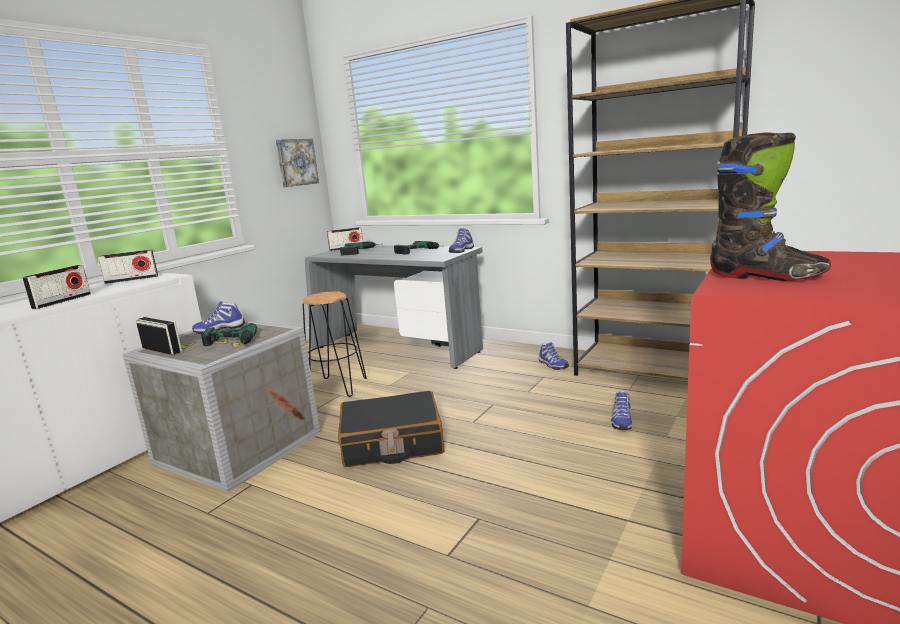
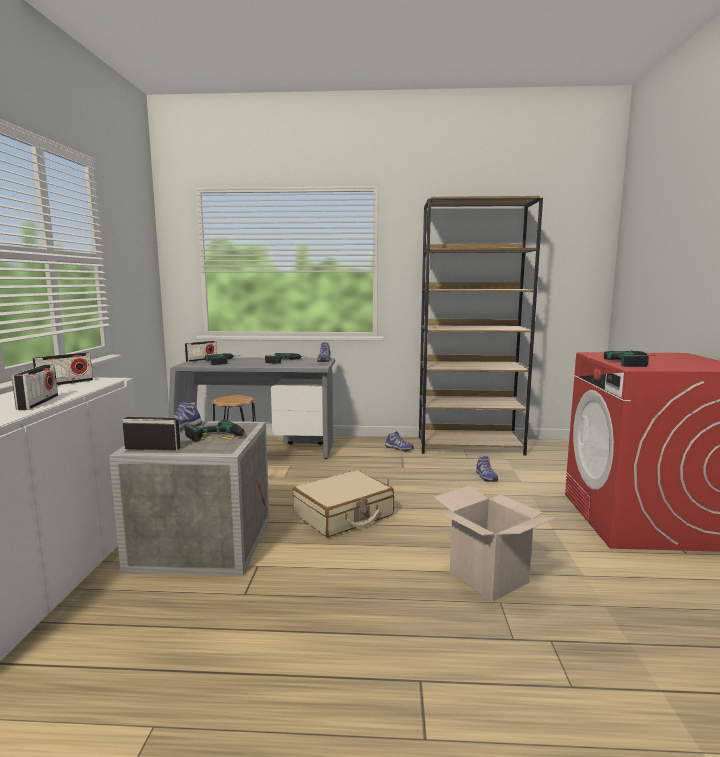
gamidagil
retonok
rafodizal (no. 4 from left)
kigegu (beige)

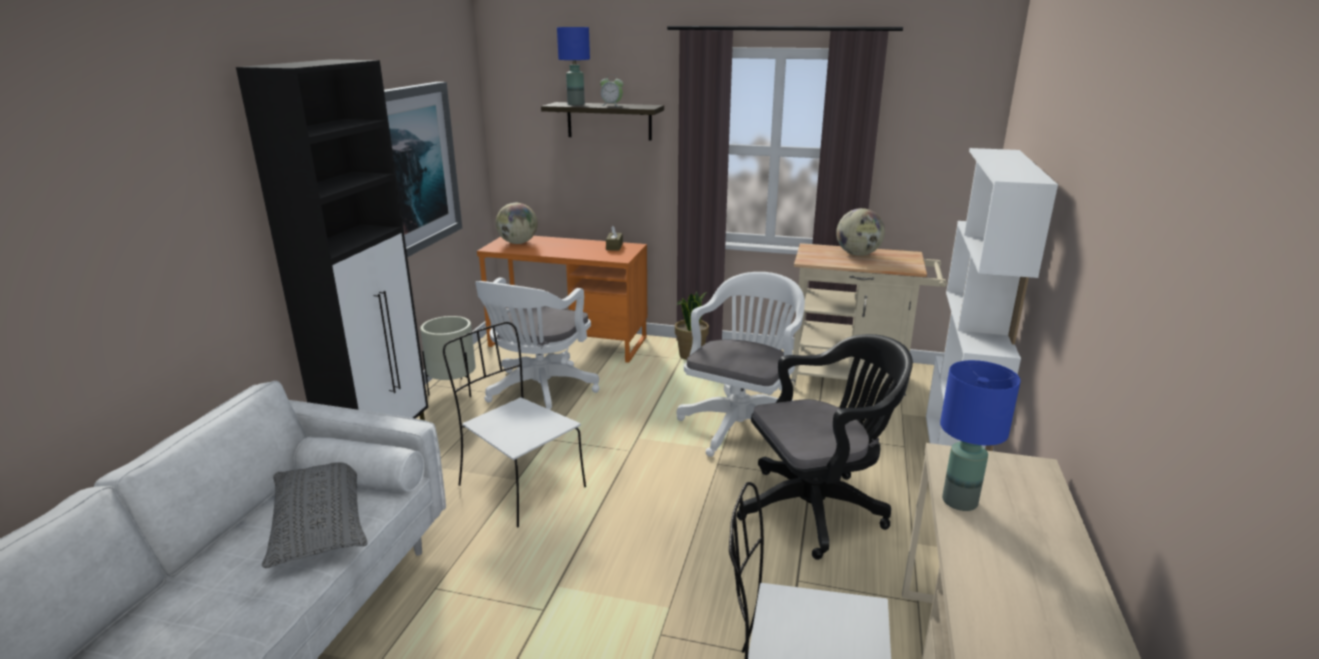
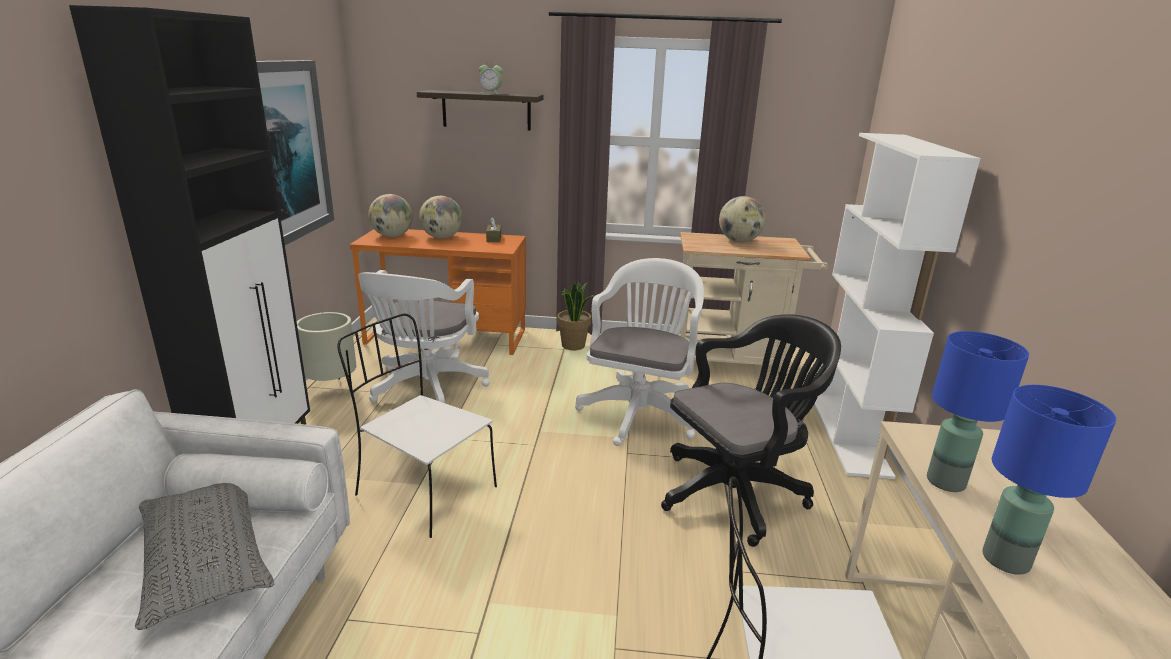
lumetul (no. 2 from left)
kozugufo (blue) (no. 2 from left)

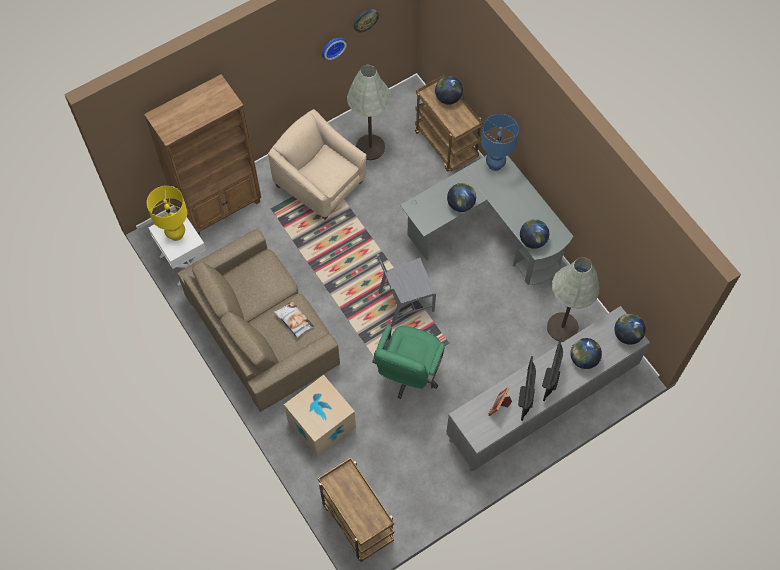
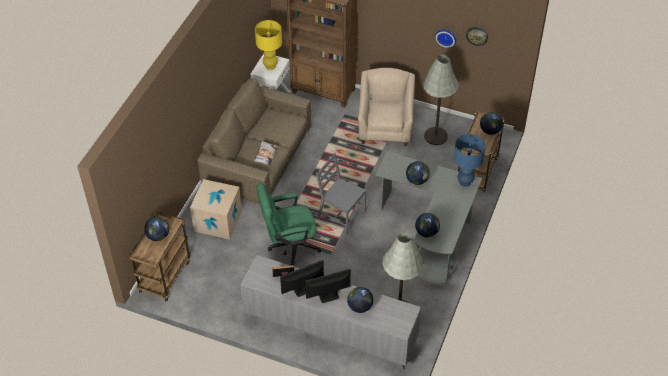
lumetul (no. 1 from left)

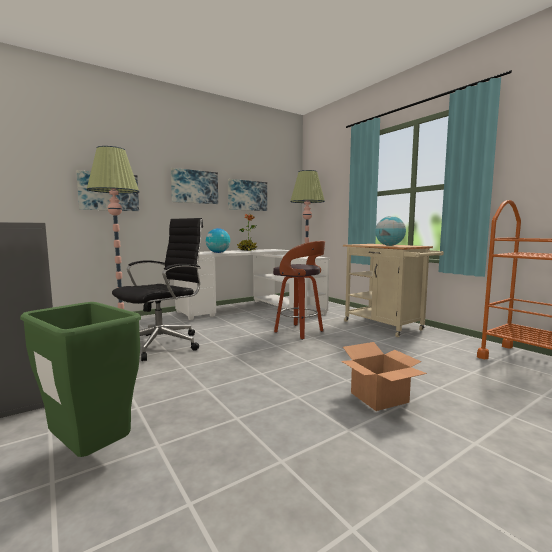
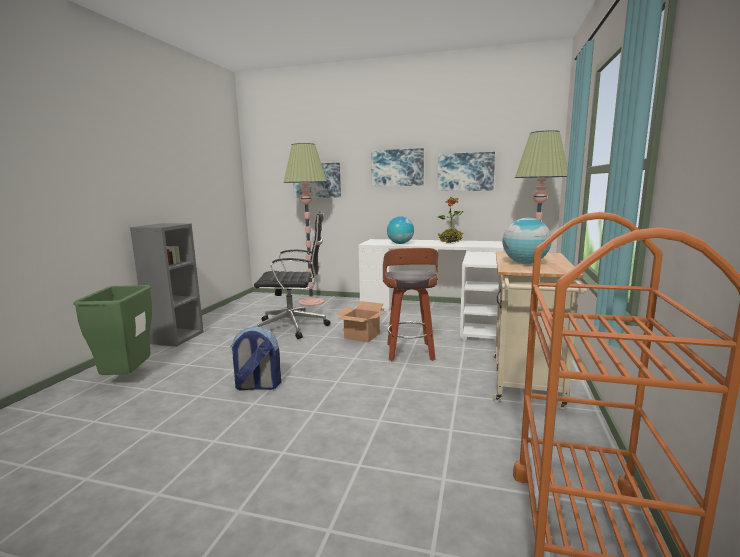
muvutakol
retonok

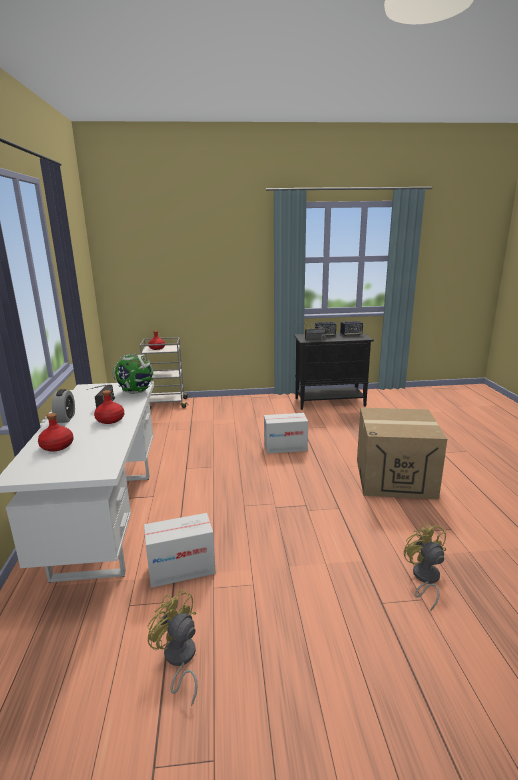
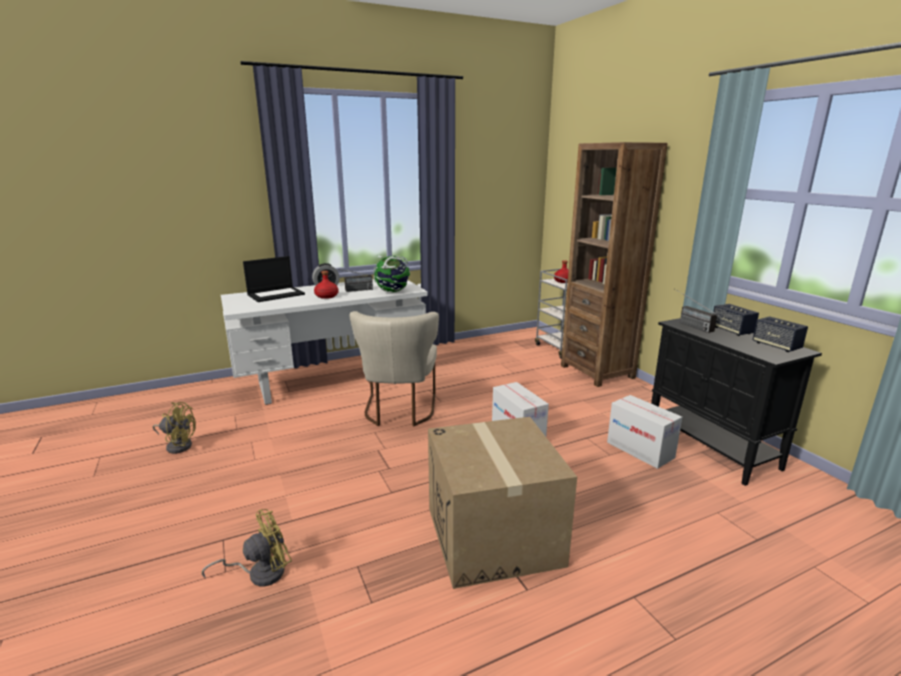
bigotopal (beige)
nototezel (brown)
retonok (no. 3 from left)
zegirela
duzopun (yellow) (no. 1 from left)

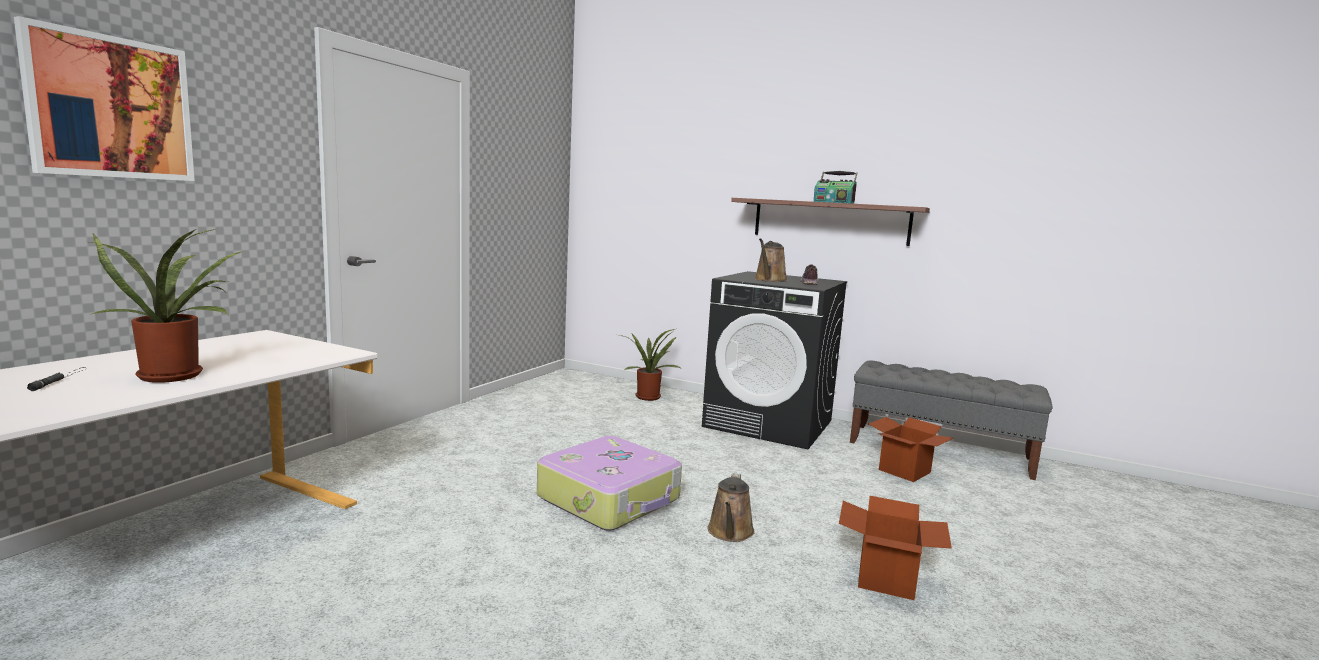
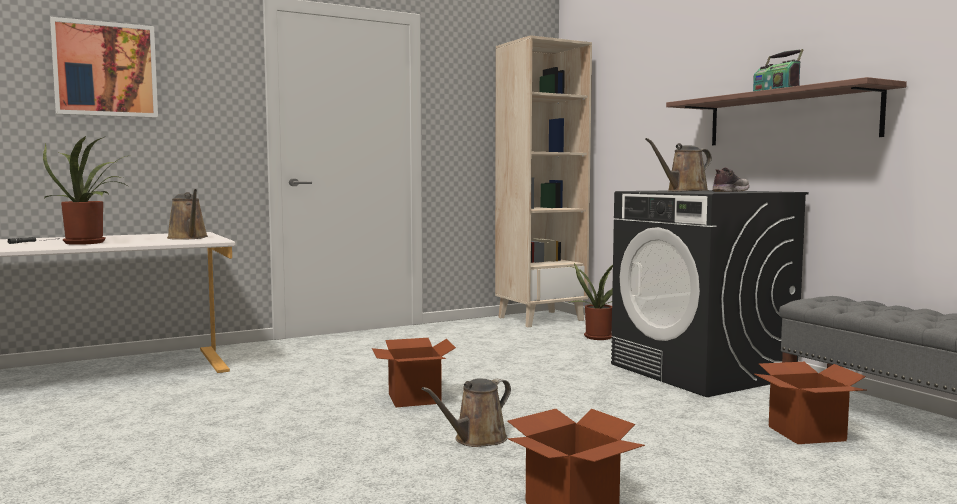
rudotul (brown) (no. 1 from left)
nototezel (beige)
retonok (no. 1 from left)

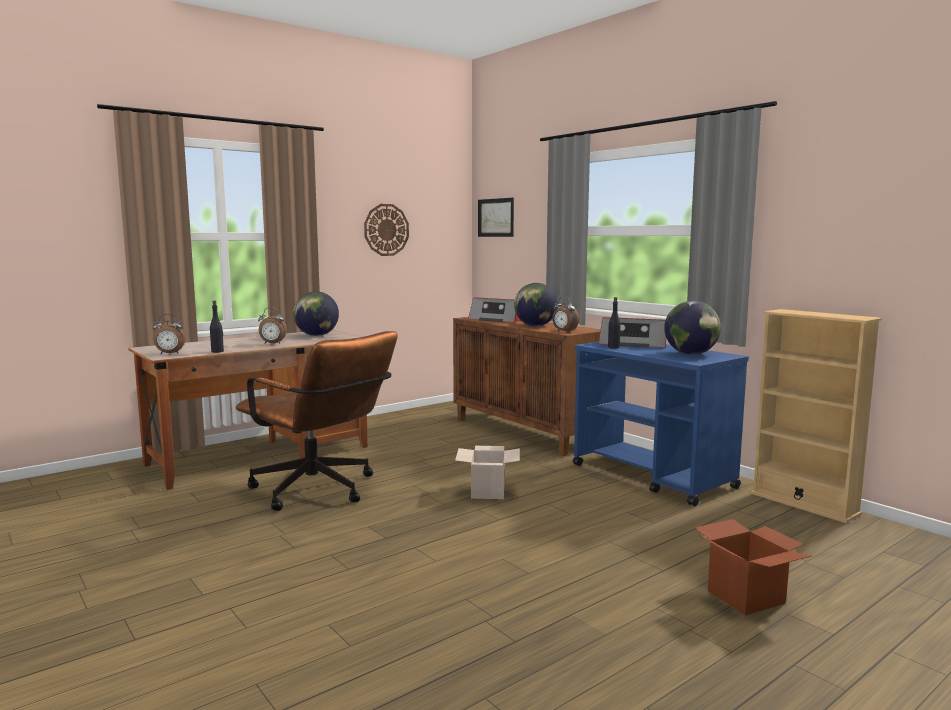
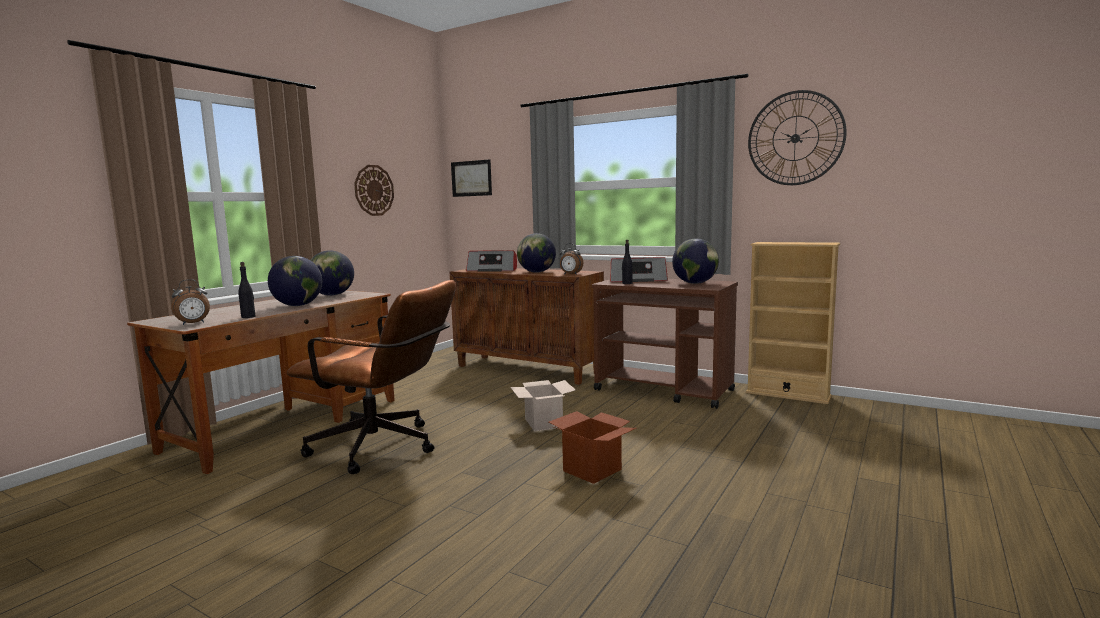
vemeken (no. 2 from left)
retonok (no. 2 from left)
lumetul (no. 1 from left)
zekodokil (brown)

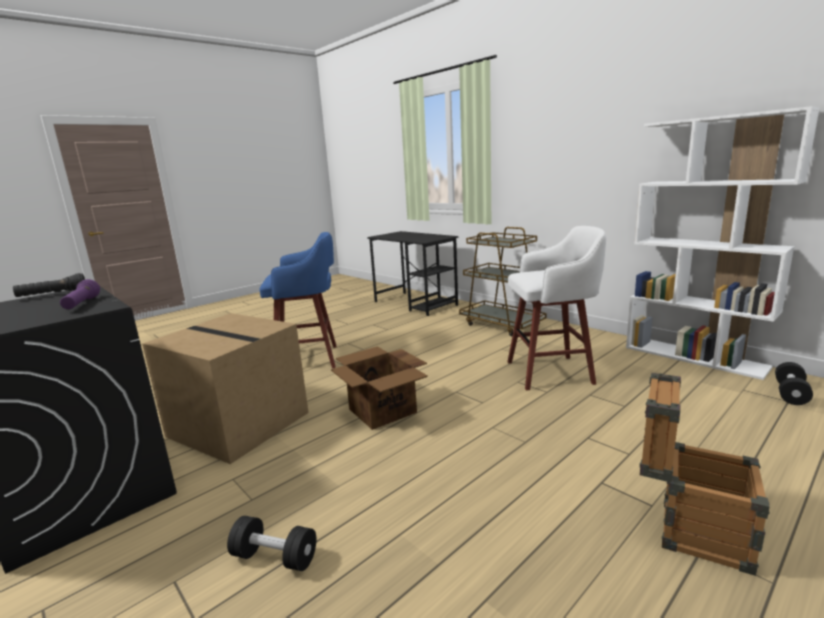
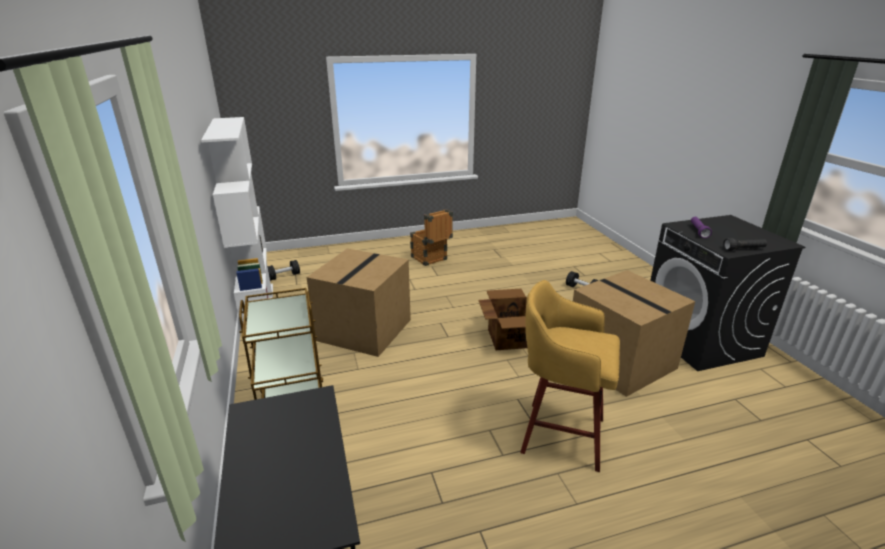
retonok (no. 1 from left)
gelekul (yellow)

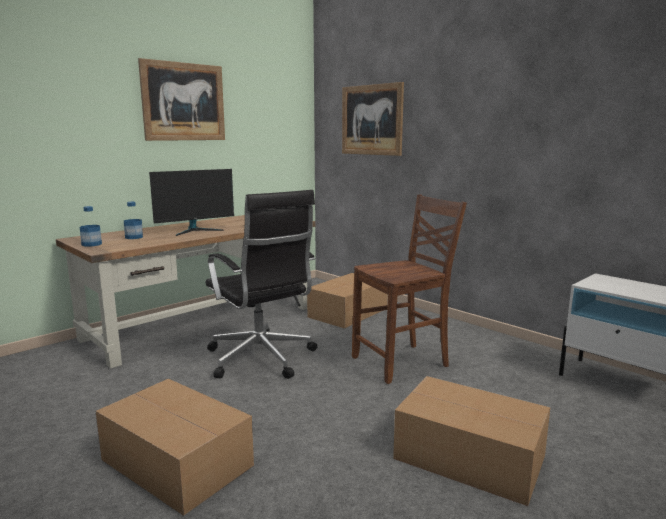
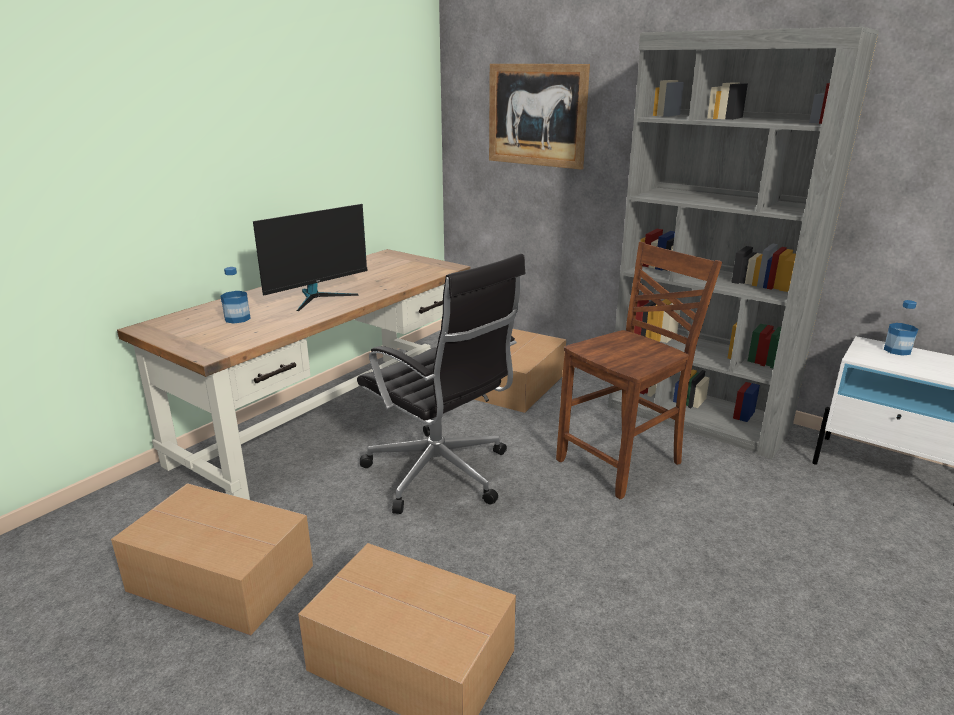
gamidagil (no. 1 from left in the first image)
nototezel (grey)
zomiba (no. 2 from left)
retonok (no. 1 from left)

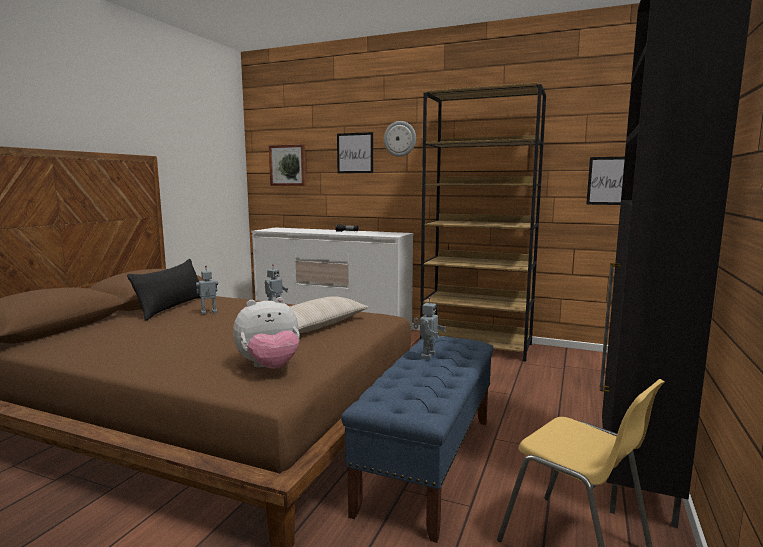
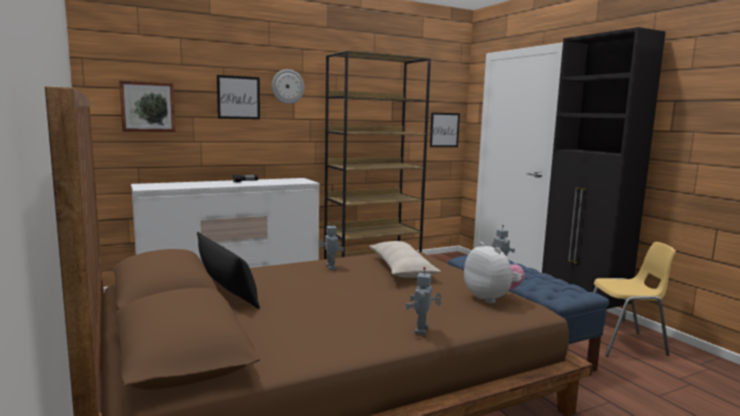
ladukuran (no. 2 from left)
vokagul

